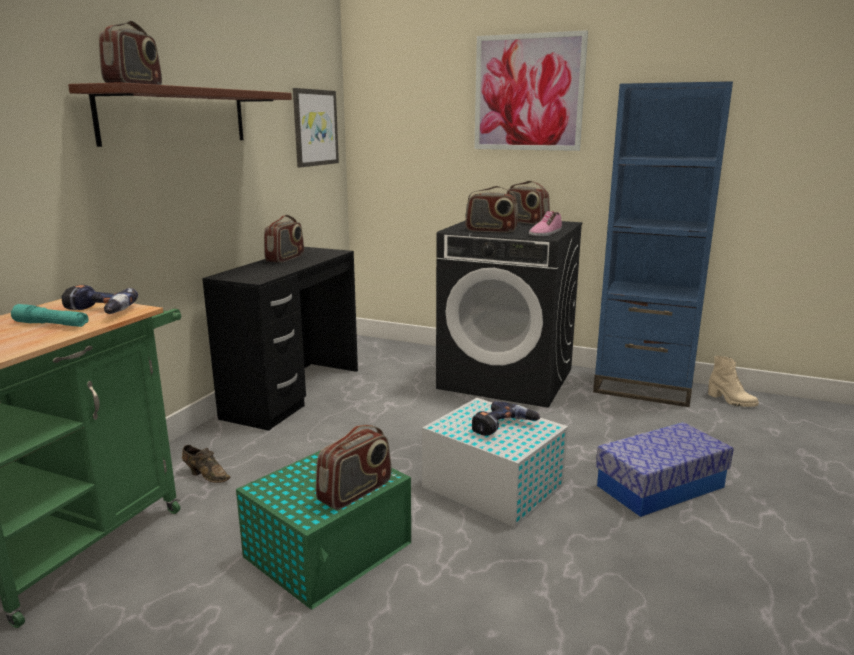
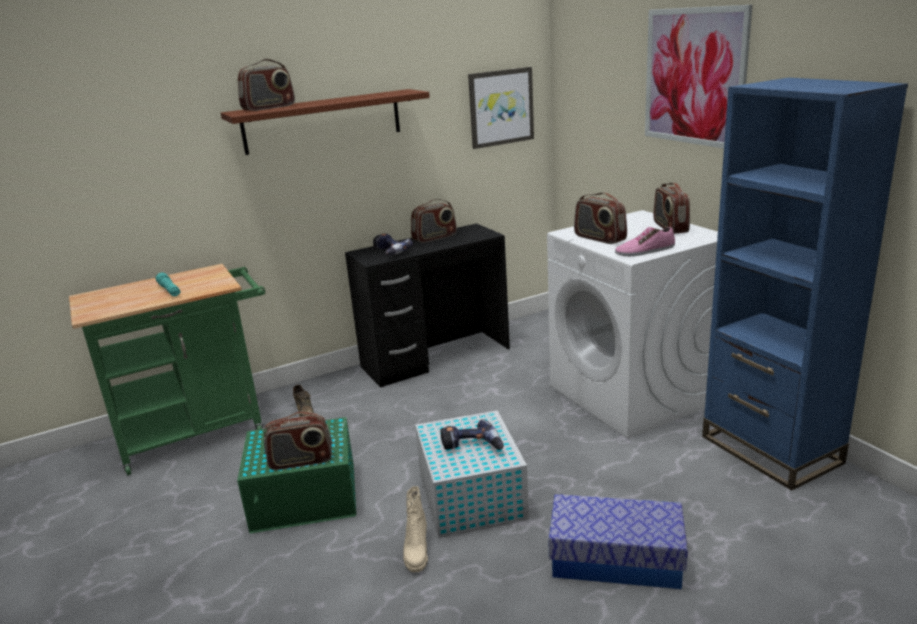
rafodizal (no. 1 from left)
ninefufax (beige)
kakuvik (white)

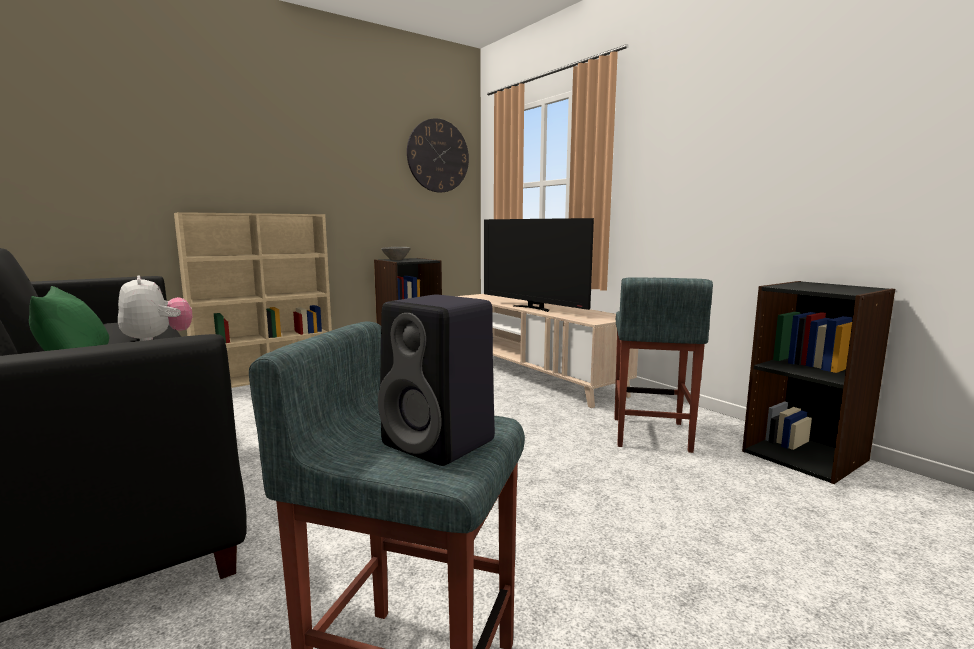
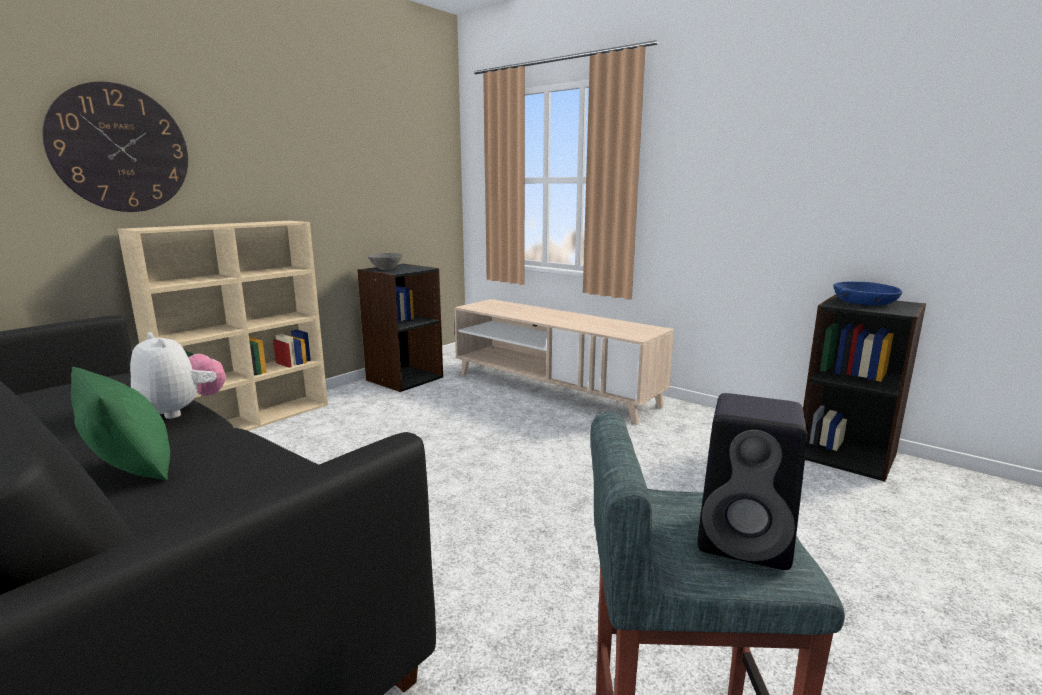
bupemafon
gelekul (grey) (no. 2 from left in the first image)
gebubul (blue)
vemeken

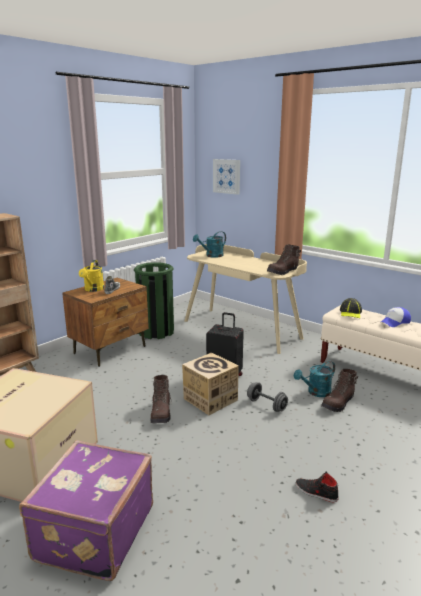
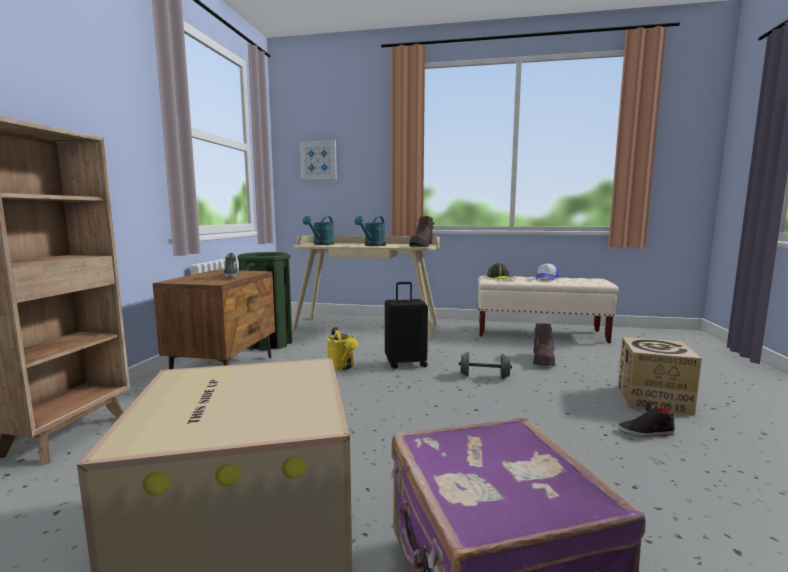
ninefufax (brown) (no. 1 from left in the first image)
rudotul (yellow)
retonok (no. 2 from left)
rudotul (turquoise) (no. 2 from left)

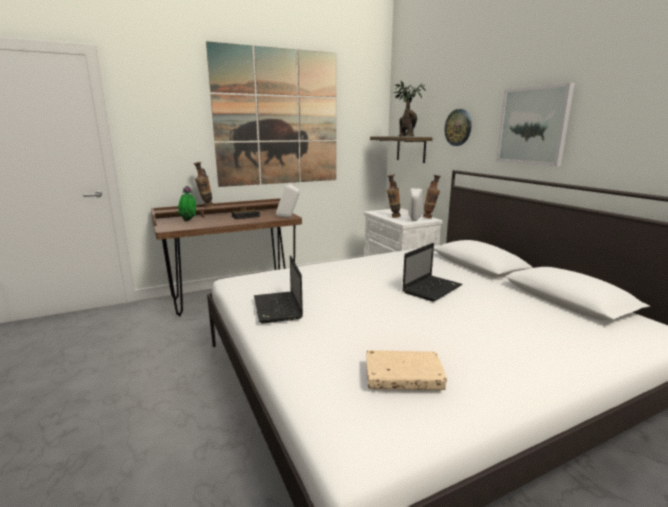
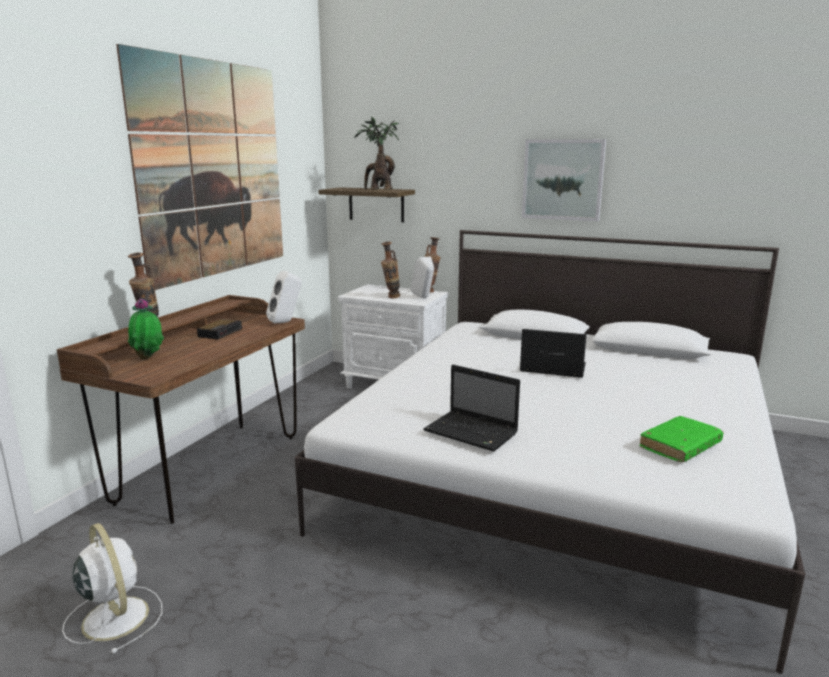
vemeken
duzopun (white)
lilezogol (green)
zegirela (no. 2 from left)

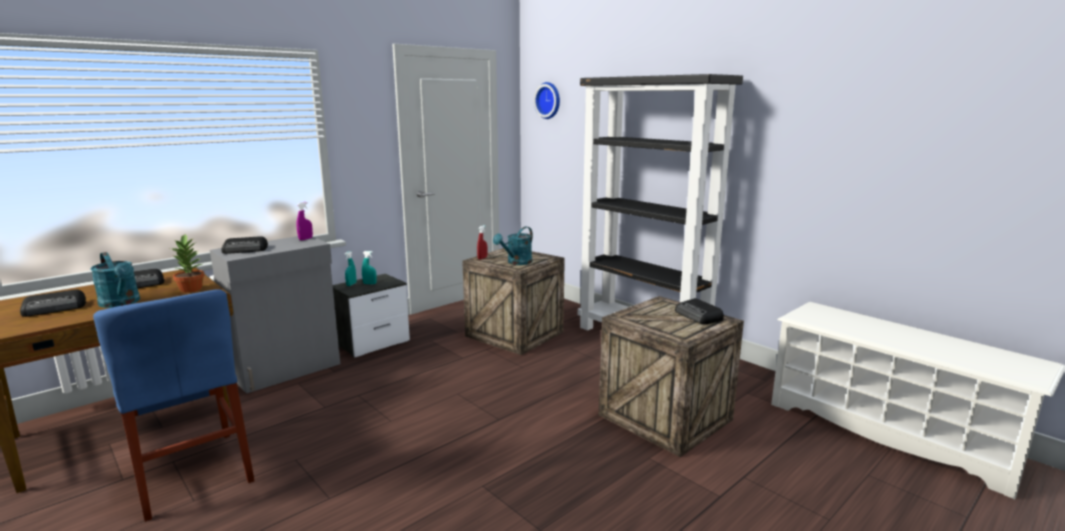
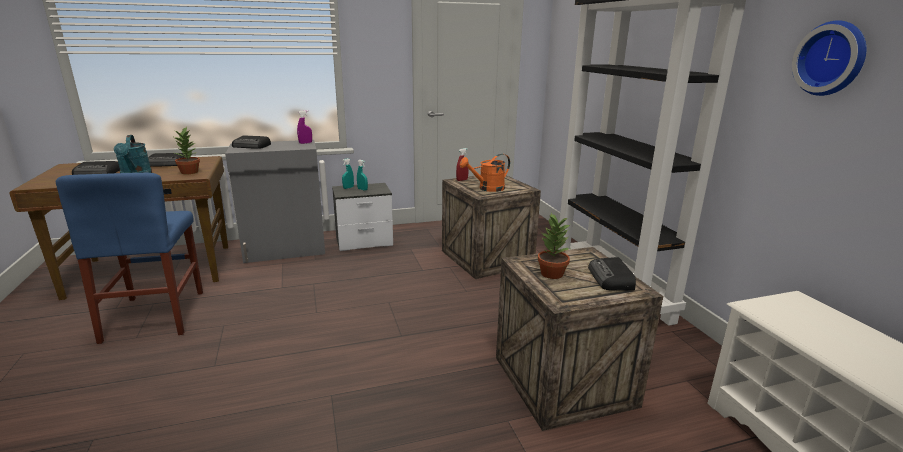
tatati (no. 2 from left)
vemeken
rudotul (orange)

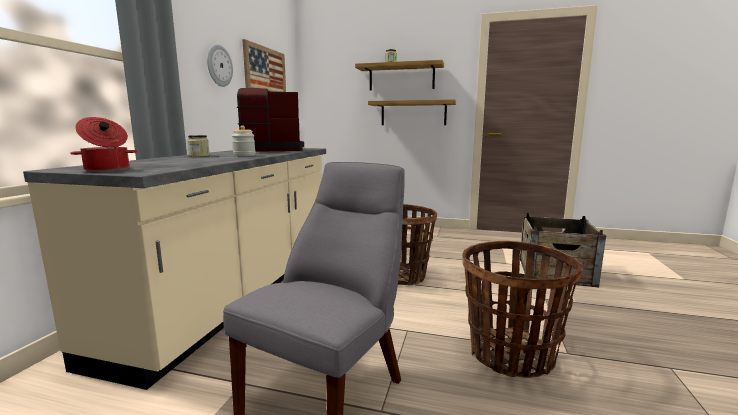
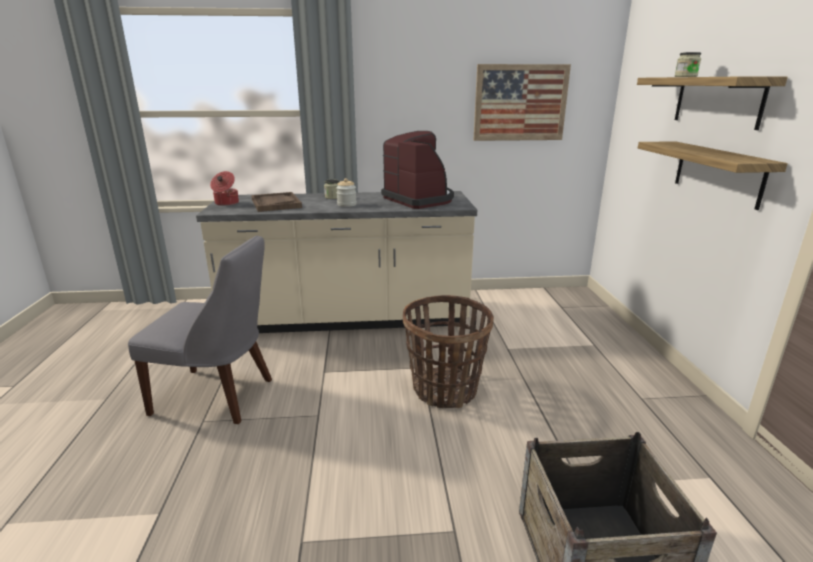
vemeken
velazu (no. 2 from left in the first image)
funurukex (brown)

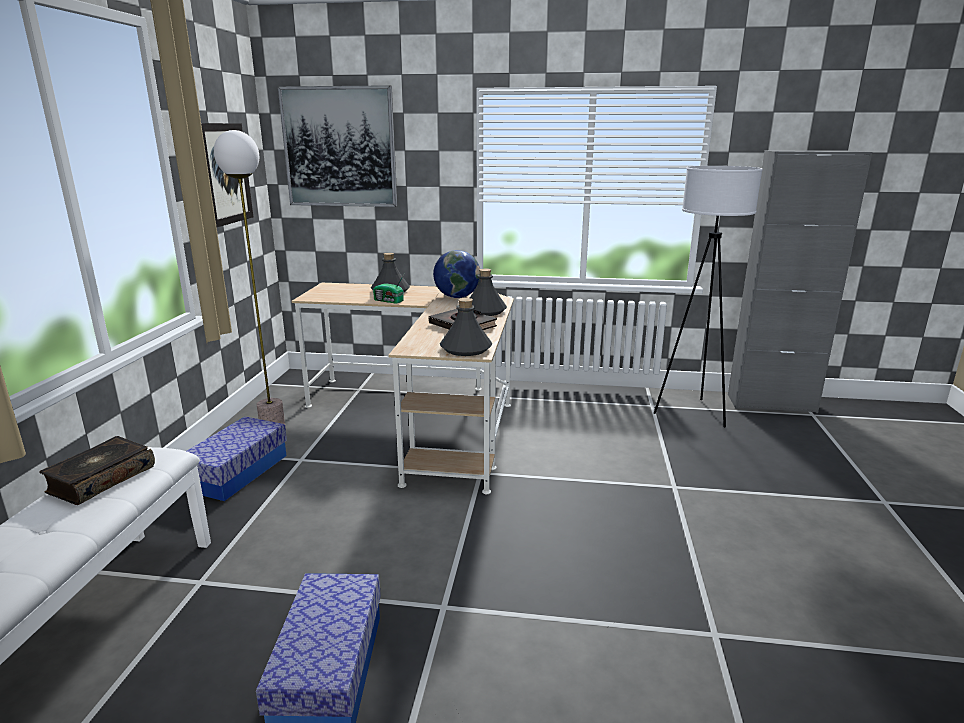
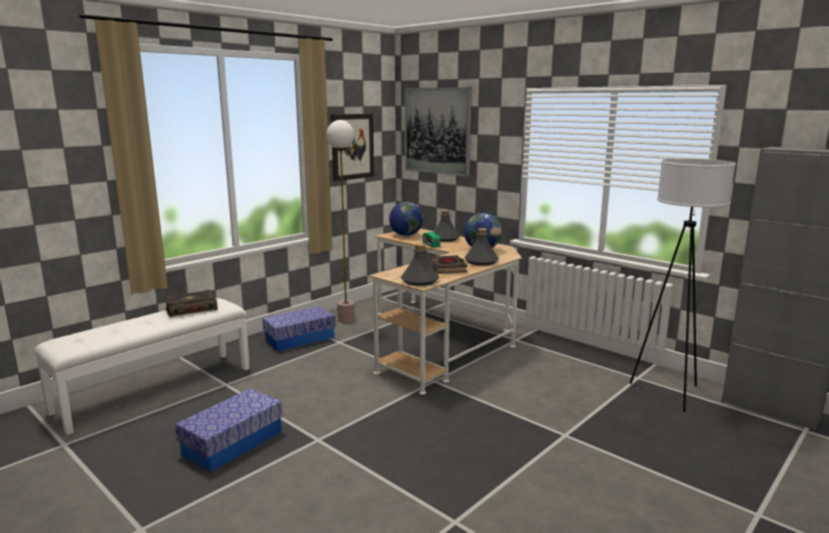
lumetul (no. 1 from left)

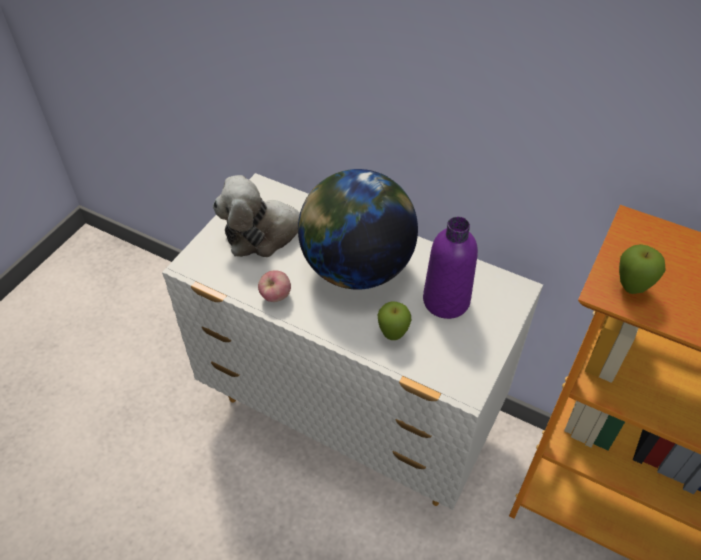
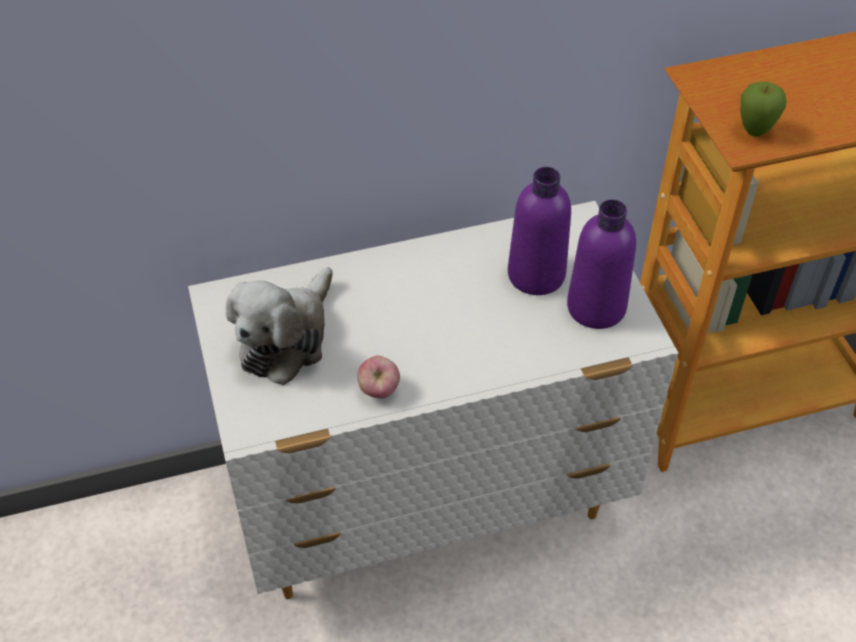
lumetul
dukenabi (no. 2 from left in the first image)
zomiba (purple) (no. 2 from left)

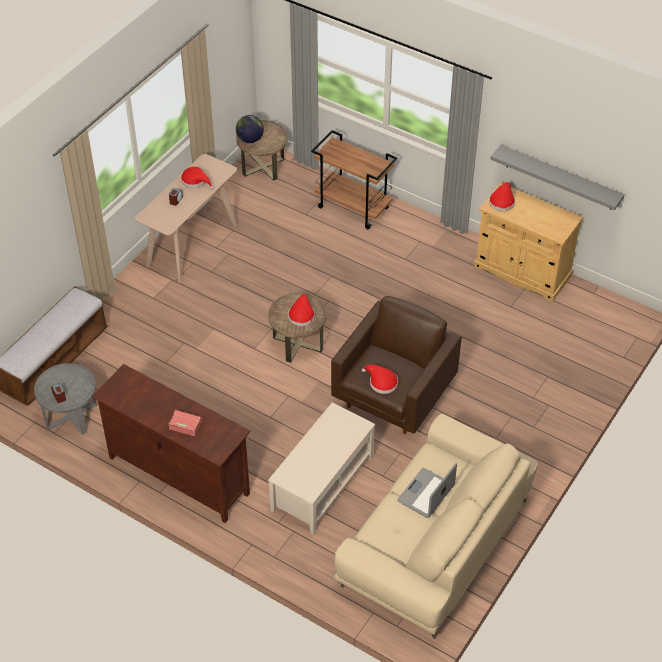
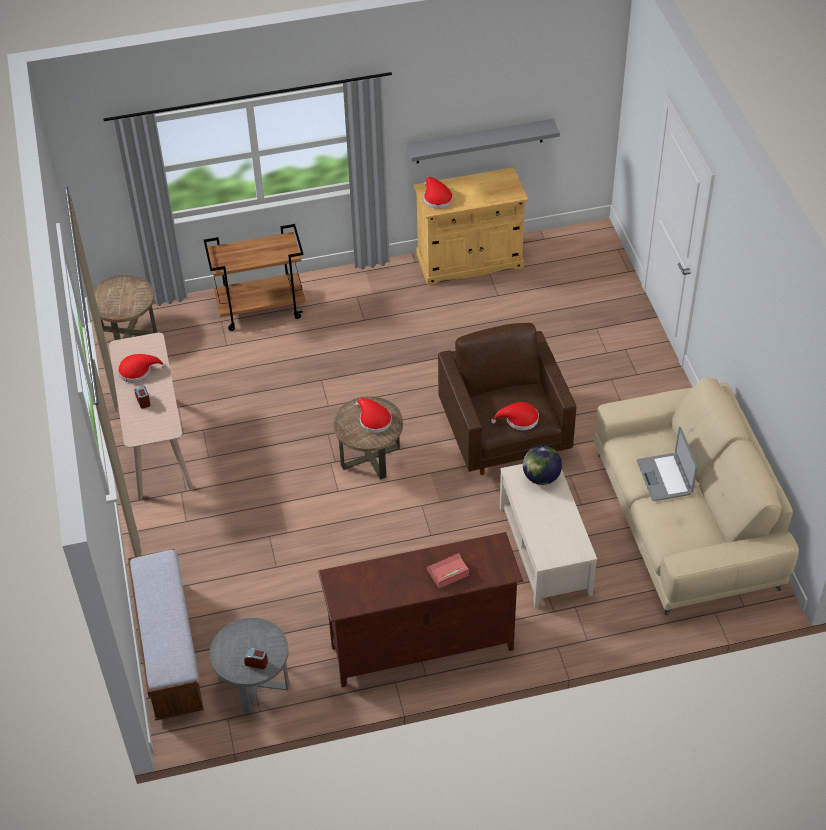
lumetul

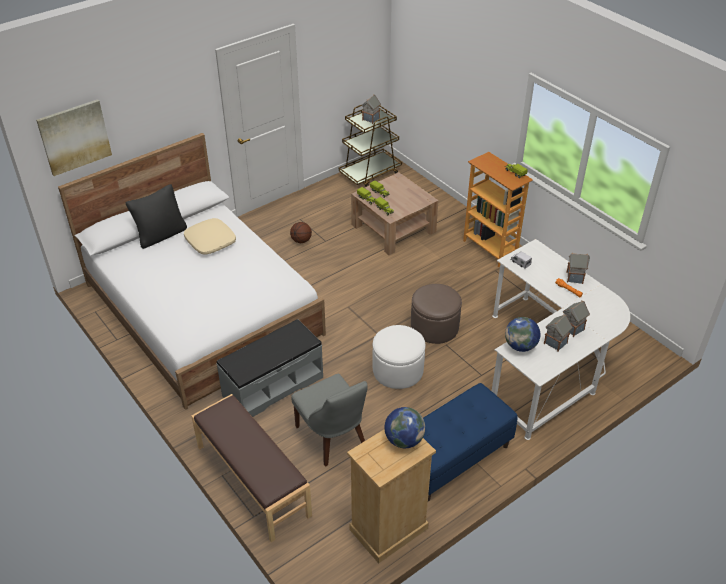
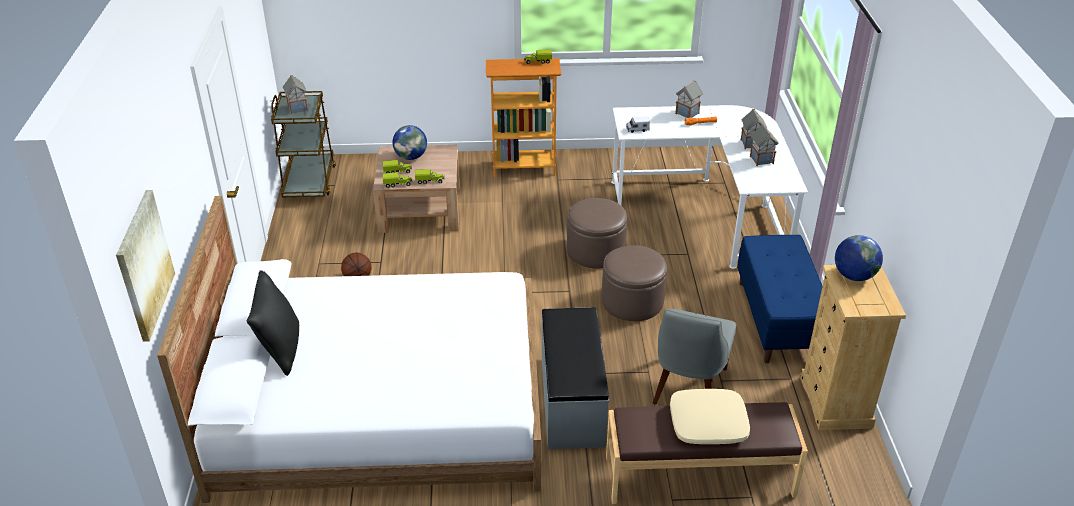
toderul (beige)
lumetul (no. 1 from left)
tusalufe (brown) (no. 2 from left)
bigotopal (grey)

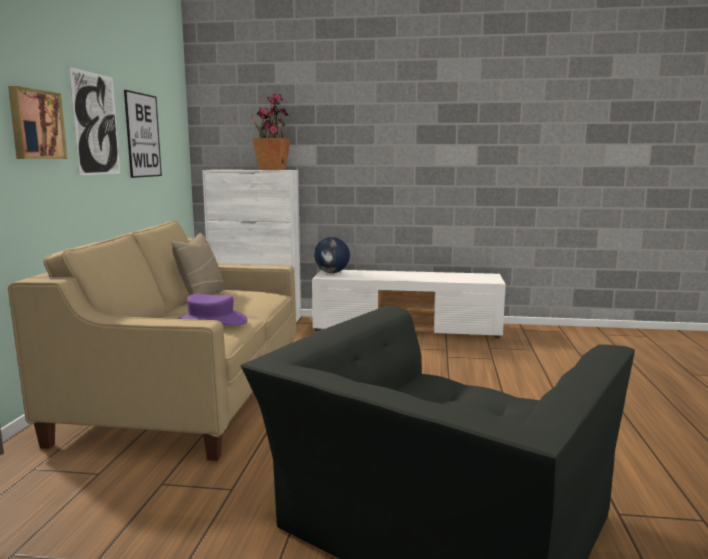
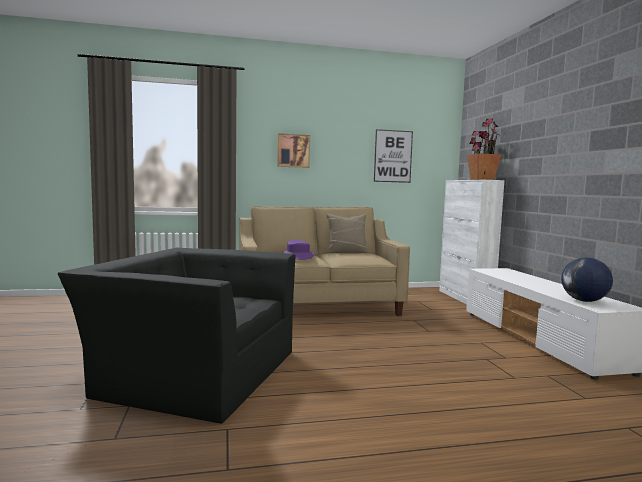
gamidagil (no. 2 from left in the first image)
lumetul

